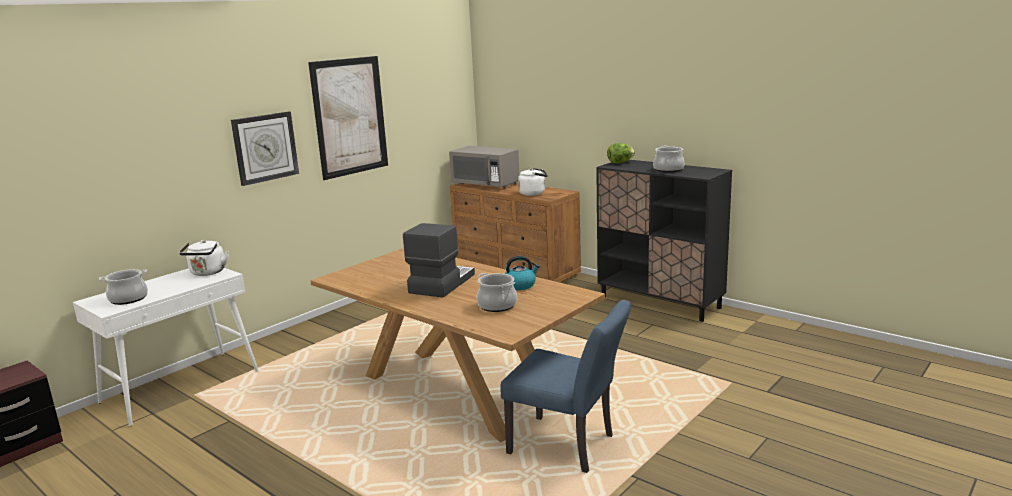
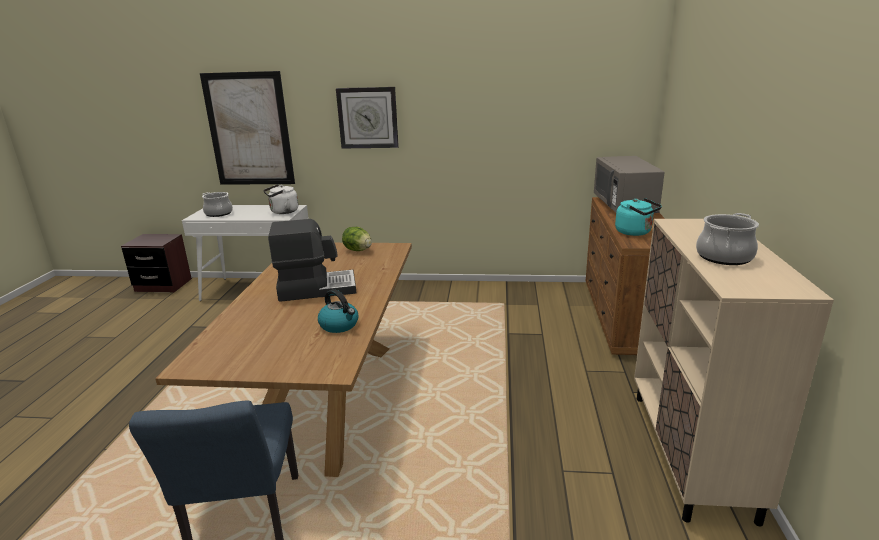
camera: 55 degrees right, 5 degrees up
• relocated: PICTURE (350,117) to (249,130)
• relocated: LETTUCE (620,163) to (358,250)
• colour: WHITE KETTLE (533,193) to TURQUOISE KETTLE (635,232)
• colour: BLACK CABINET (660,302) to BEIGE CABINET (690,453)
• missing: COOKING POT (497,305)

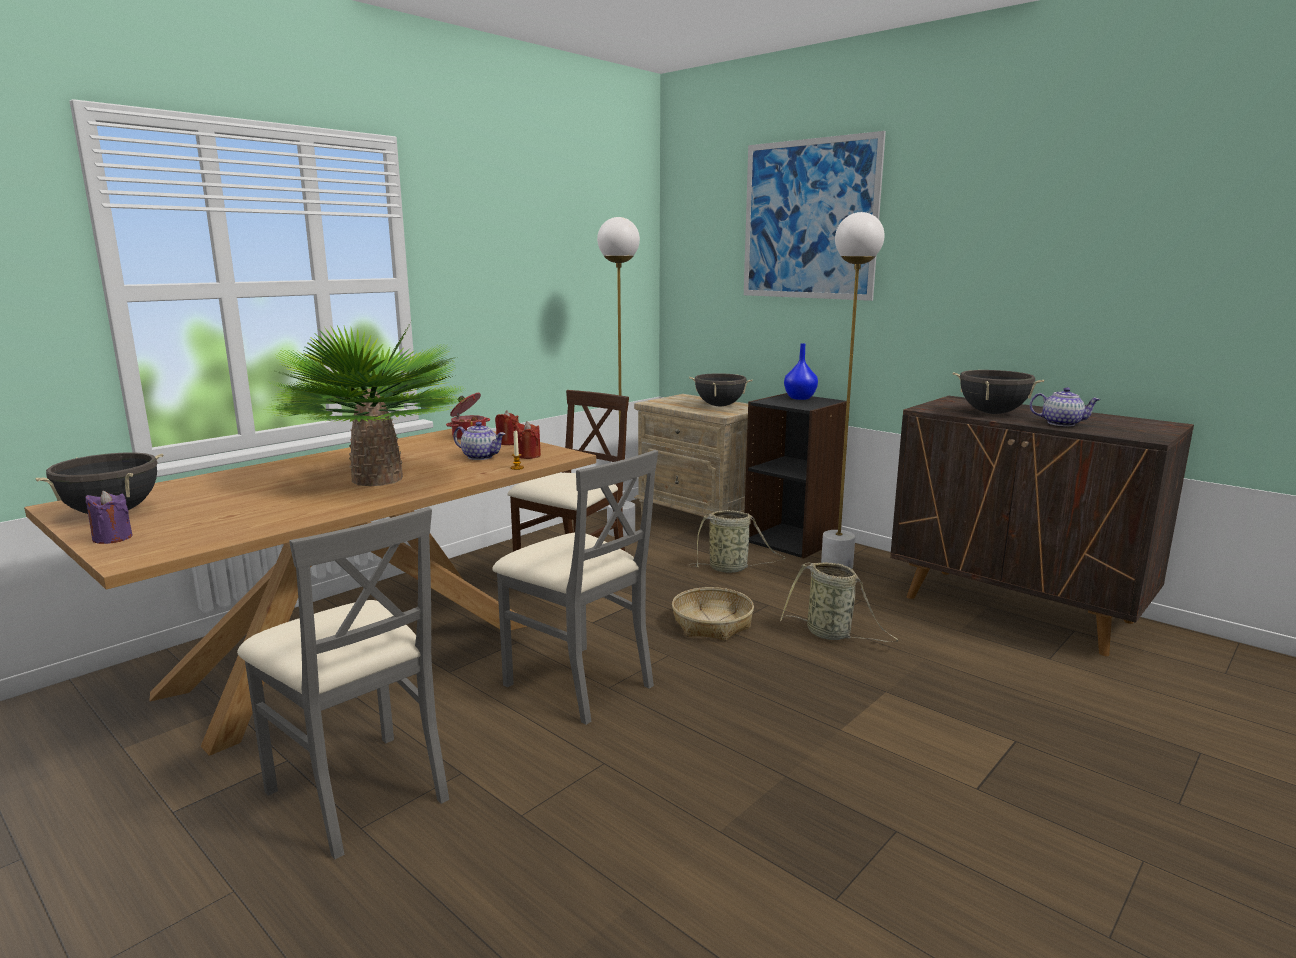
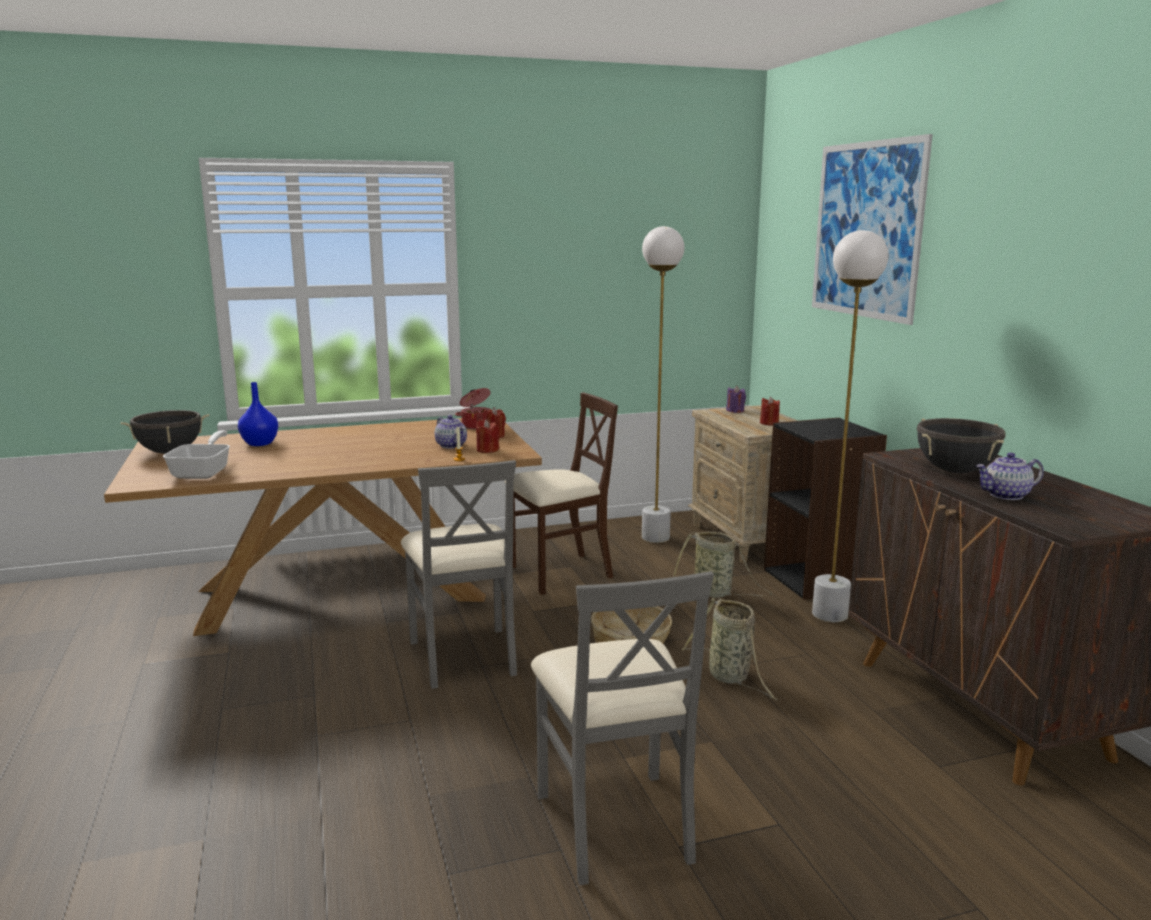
camera: 30 degrees right, 0 degrees up
• appeared: FRYING PAN (204,472)
• relocated: BLUE VASE (799,398) to (260,443)
• relocated: GREY CHAIR (358,792) to (615,823)
• relocated: PURPLE CANDLE (112,538) to (735,410)
• exchanged: BLACK COOKING POT (719,406) to RED CANDLE (769,423)
• spun: TEAPOT (1061,423) = (1006,495) 120 degrees clockwise
• missing: POTTED PLANT (377,479)

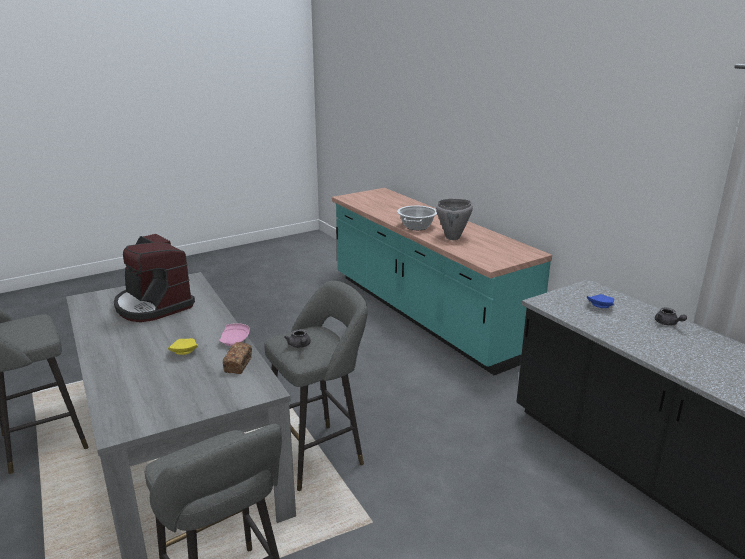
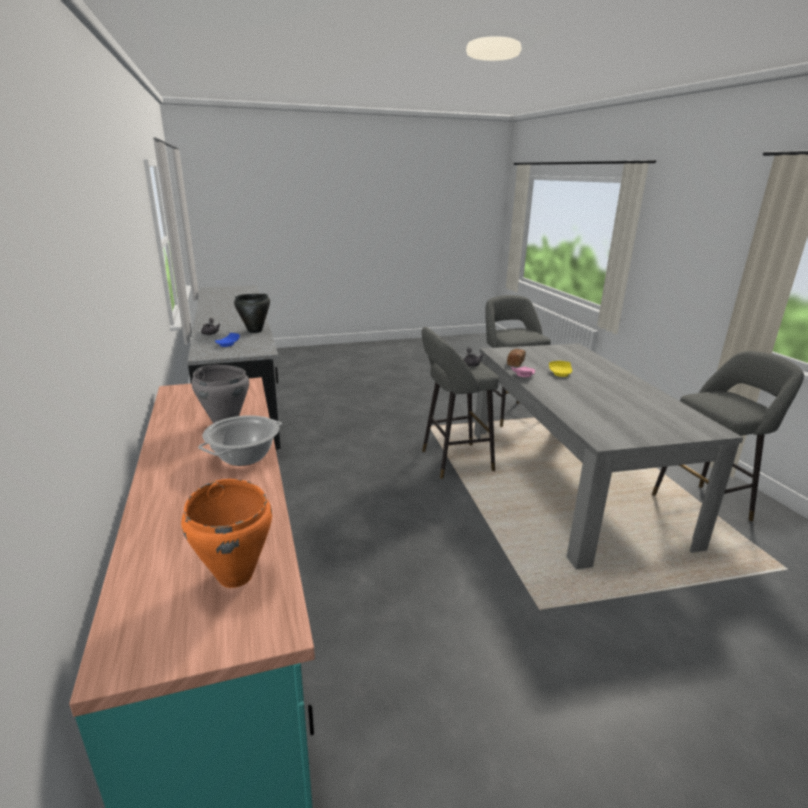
camera: 165 degrees left, 0 degrees up
• appeared: ORANGE COOKING POT (236,575)
• appeared: BLACK COOKING POT (255,331)
• missing: COFFEE MACHINE (153,305)

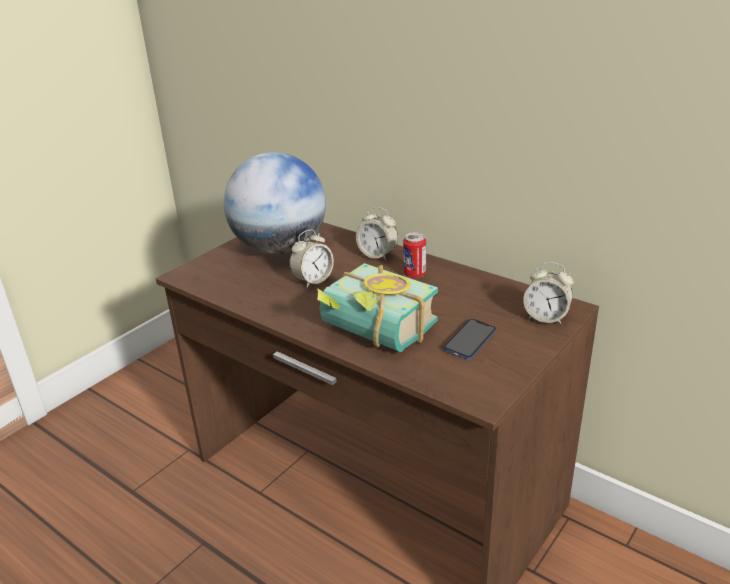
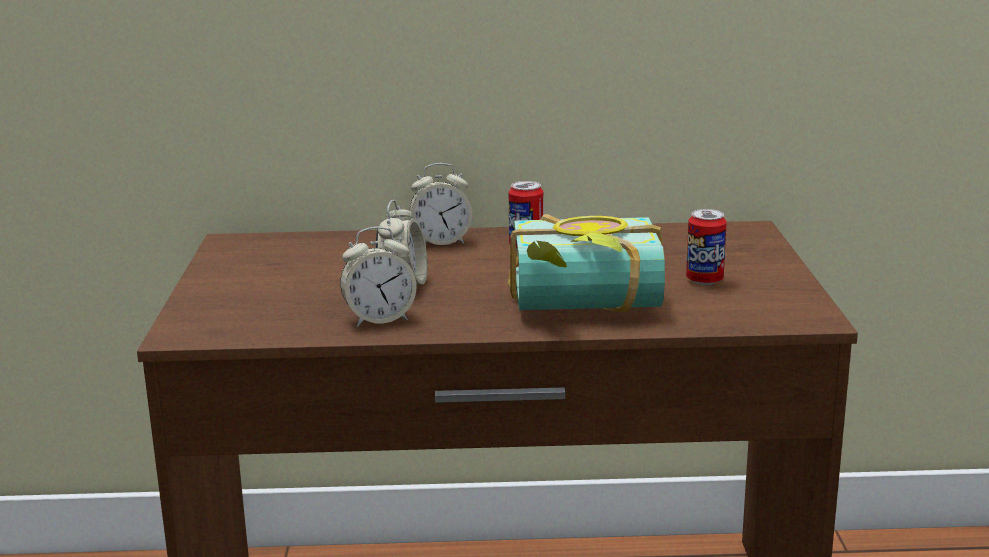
camera: 40 degrees left, 10 degrees down
• relocated: ALARM CLOCK (546,317) to (379,319)
• exchanged: PHONE (470,340) to CAN (704,280)
• missing: GLOBE (280,249)

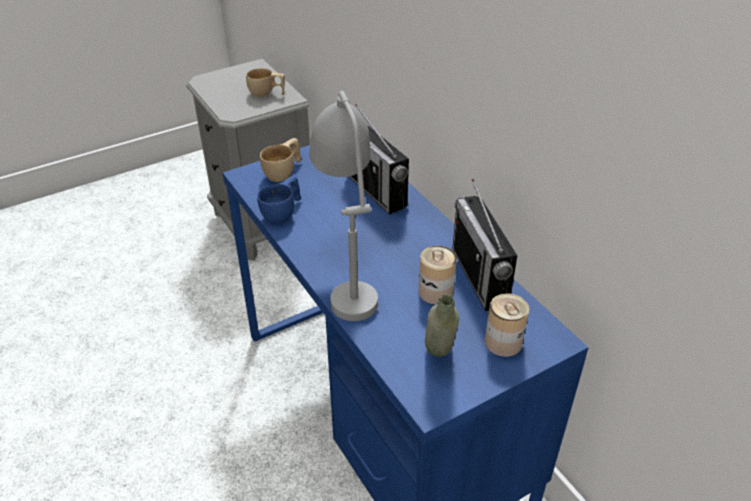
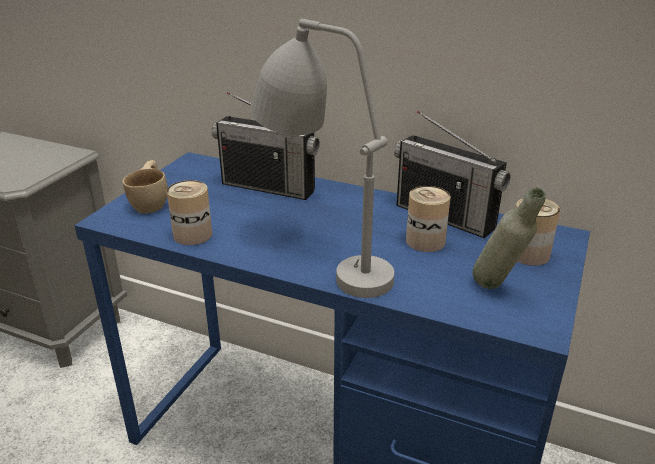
camera: 35 degrees left, 10 degrees down
• exchanged: BLUE CUP (283,212) to CAN (192,235)
• missing: BEIGE CUP (267,94)

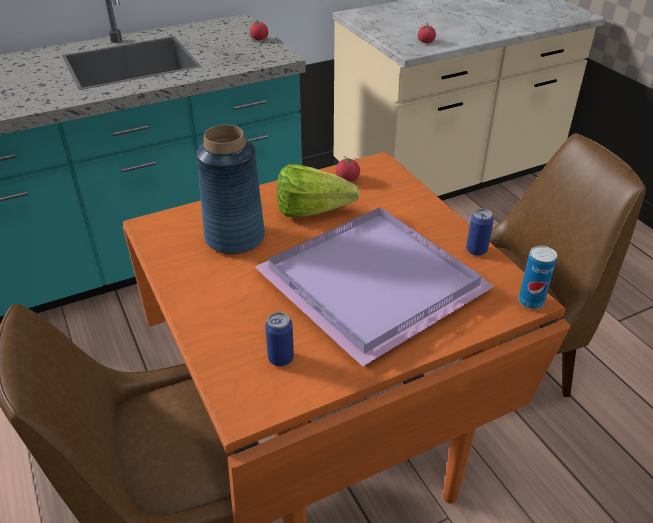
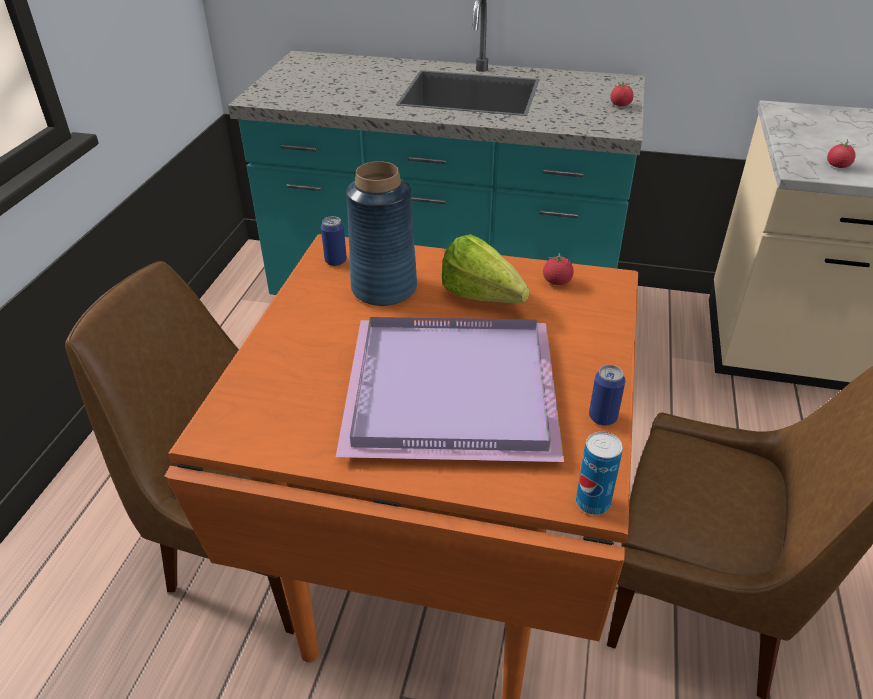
camera: 40 degrees right, 0 degrees up
• relocated: CAN (280,358) to (335,261)

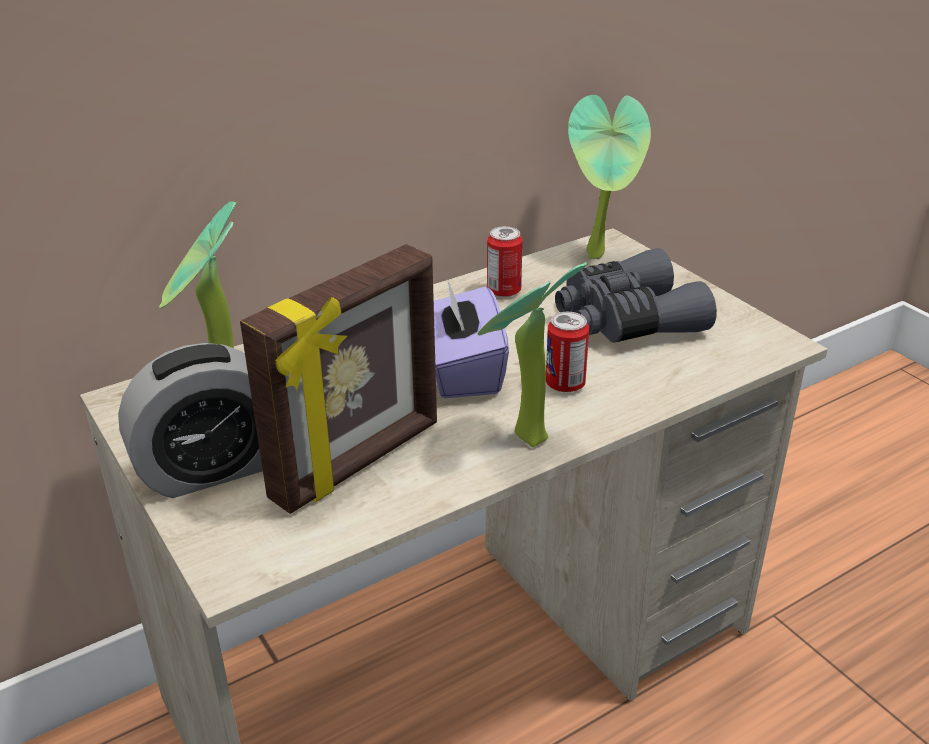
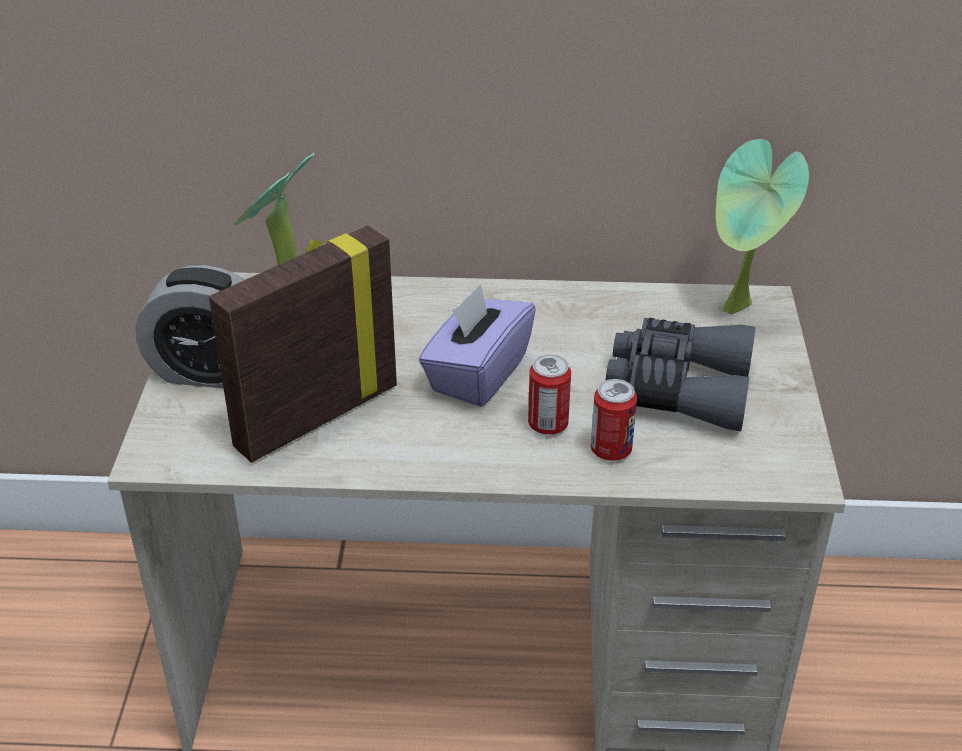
camera: 35 degrees right, 5 degrees up
• spun: PICTURE FRAME (358,462) = (315,415) 150 degrees clockwise
• relocated: CAN (504,291) to (611,450)
• missing: POTTED PLANT (522,439)

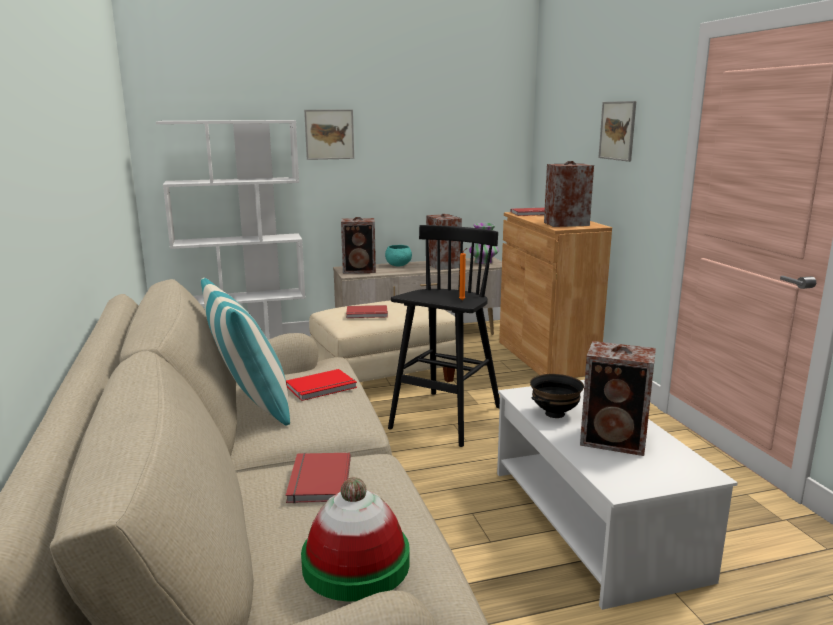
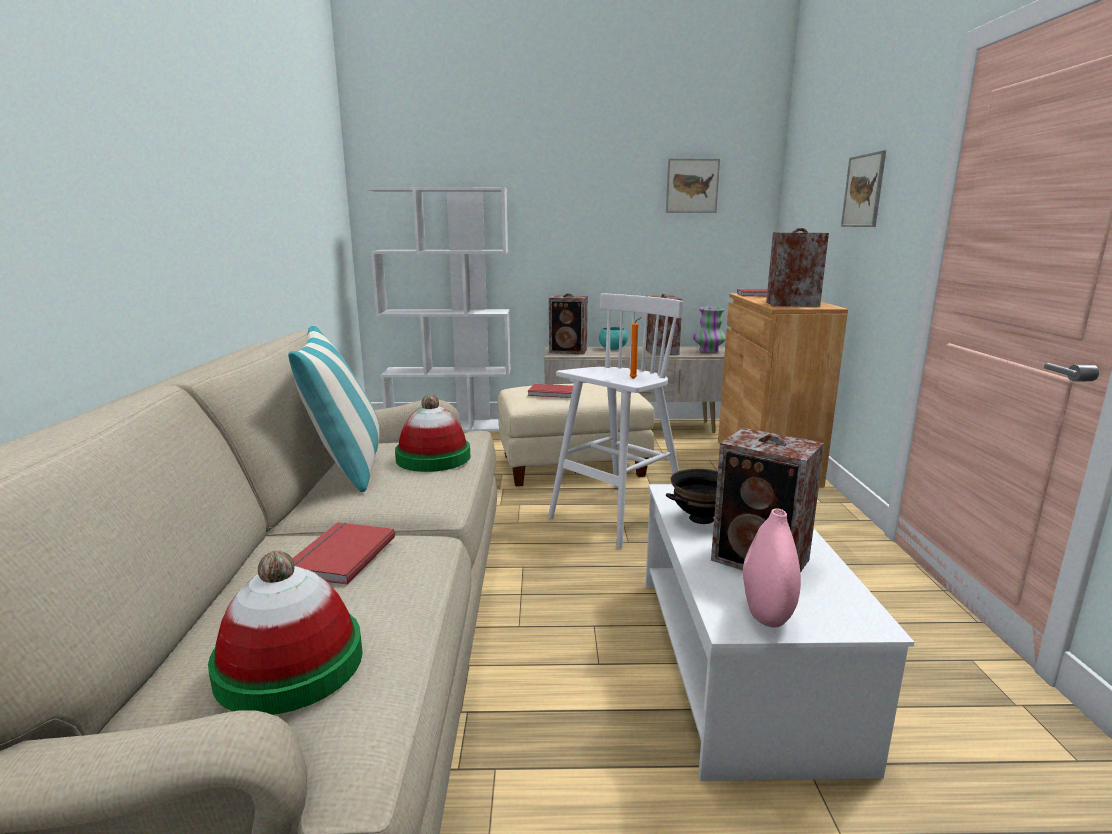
camera: 15 degrees right, 0 degrees up
• exchanged: RED BOOK (322,387) to HAT (433,458)
• colour: BLACK STOOL (445,419) to WHITE STOOL (616,515)
• relocated: PICTURE (329,134) to (692,186)
• appeared: PINK VASE (766,612)

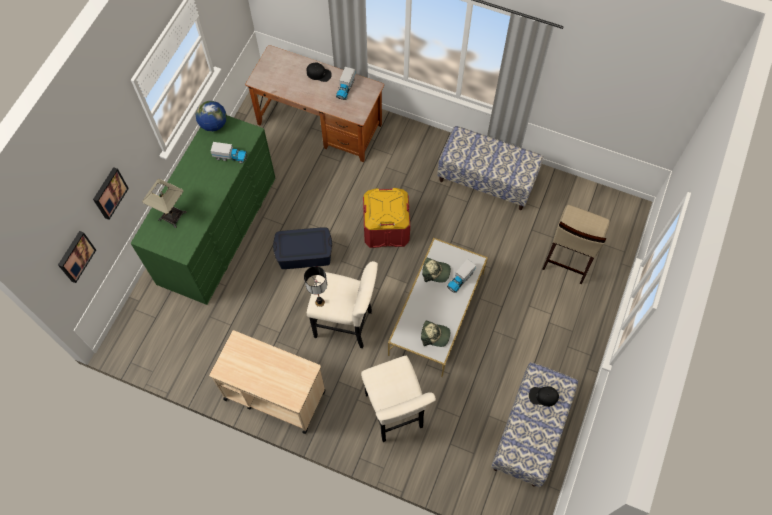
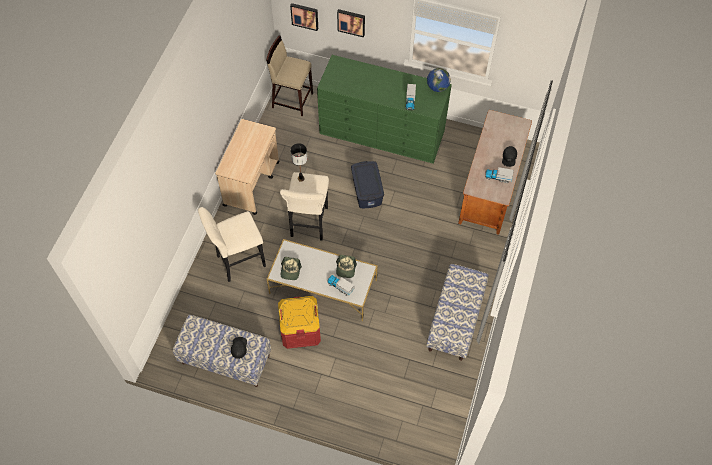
camera: 85 degrees right, 5 degrees down
• relocated: BEIGE STOOL (567,258) to (292,100)
• relocated: RED STORAGE BOX (386,228) to (300,330)
• missing: TABLE LAMP (172,216)

